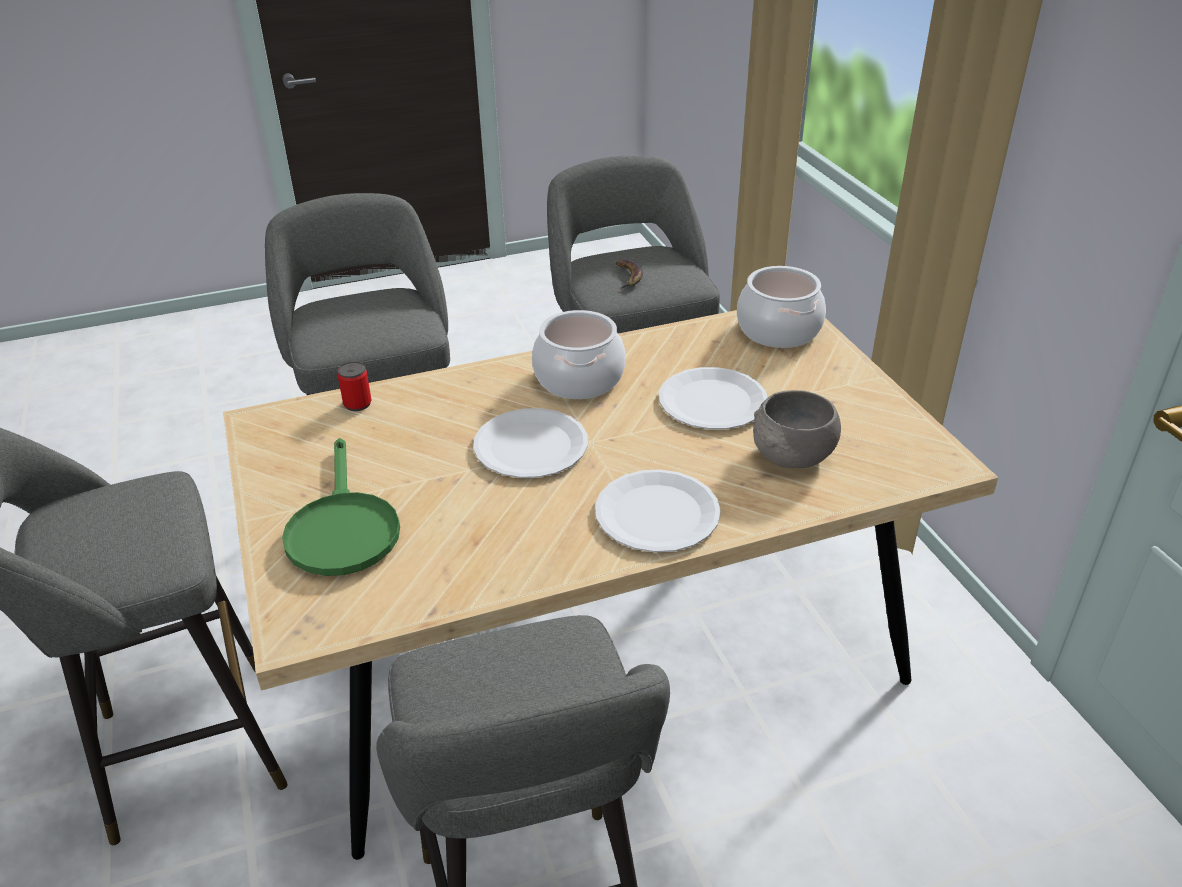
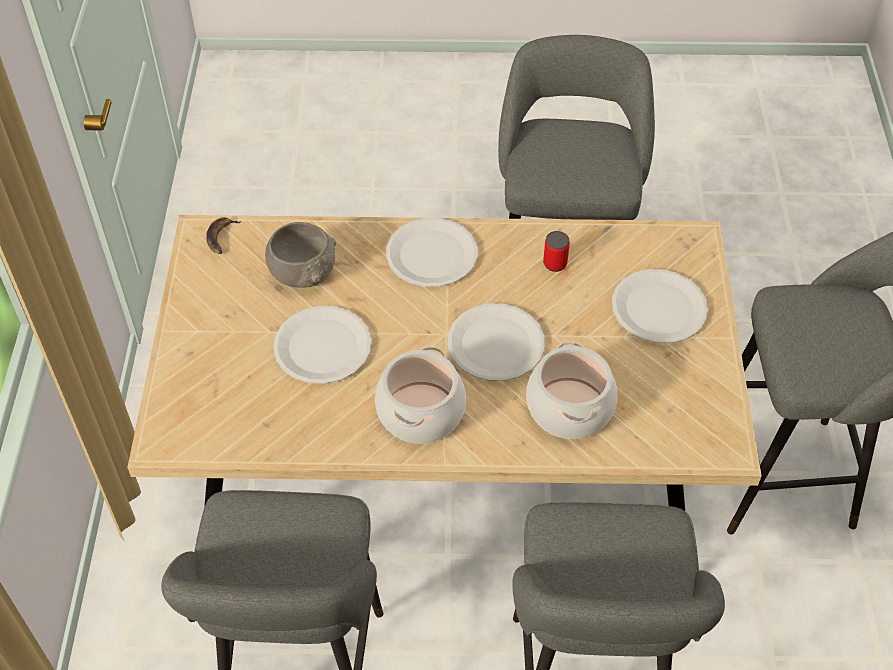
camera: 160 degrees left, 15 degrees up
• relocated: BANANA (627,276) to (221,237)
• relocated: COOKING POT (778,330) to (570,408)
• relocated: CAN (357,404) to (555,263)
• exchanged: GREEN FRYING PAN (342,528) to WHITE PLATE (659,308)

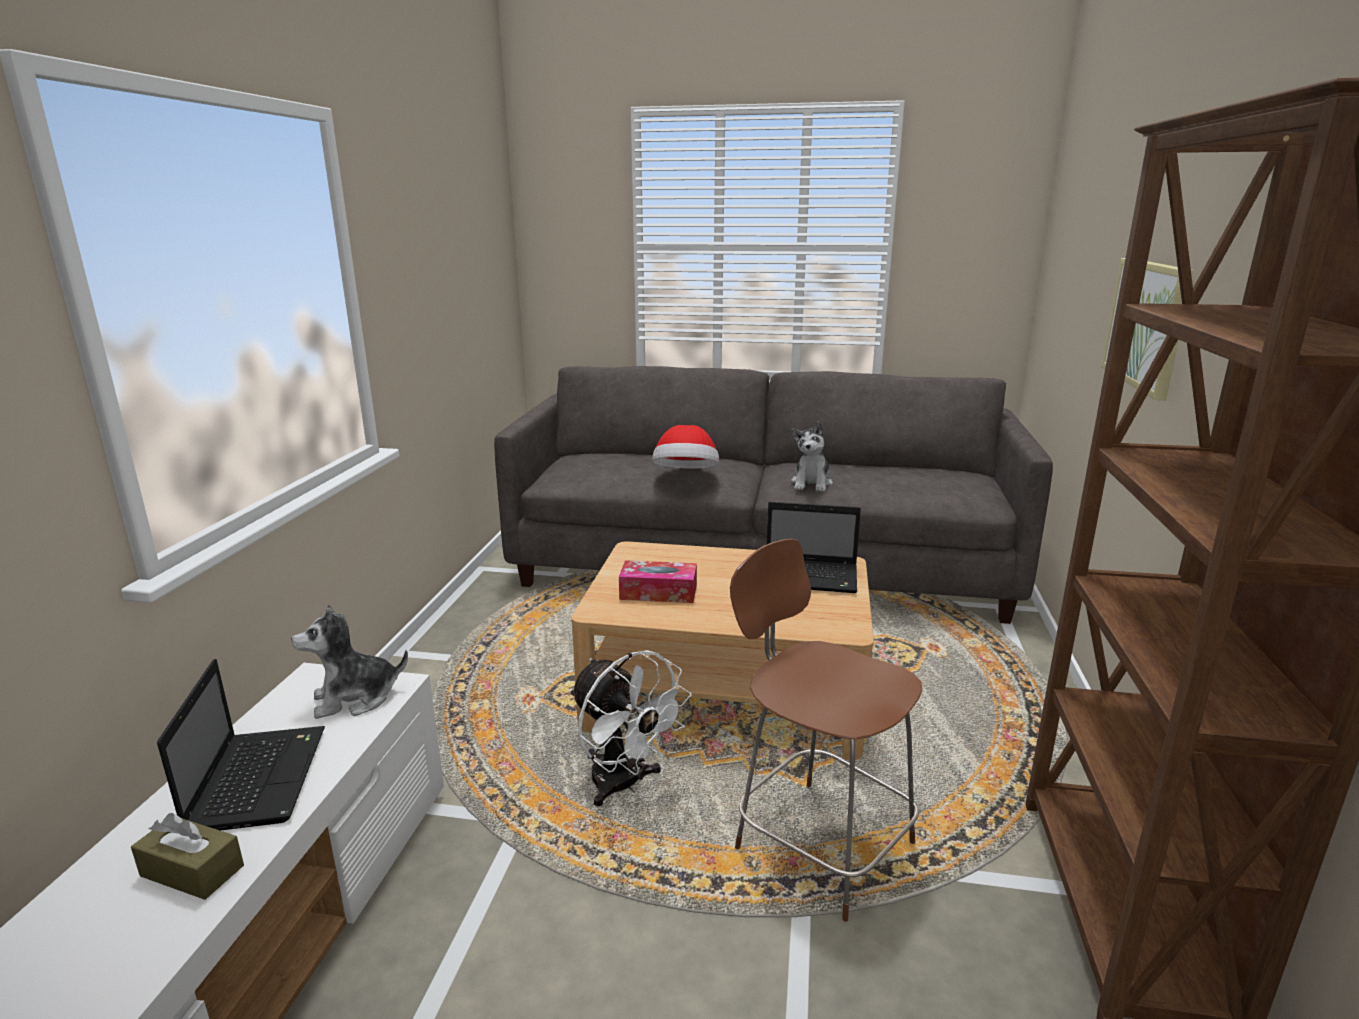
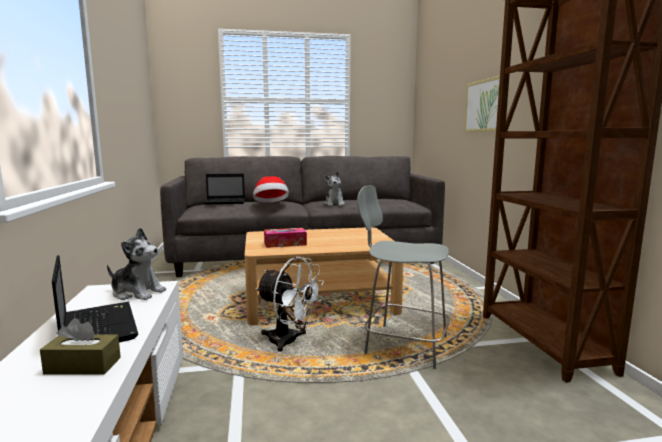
camera: 20 degrees left, 10 degrees down
• spun: PLUSH TOY (355,698) = (137,293) 120 degrees counterclockwise
• relocated: LAPTOP (811,577) to (226,202)
• colour: BROWN STOOL (819,842) to GREY STOOL (403,345)

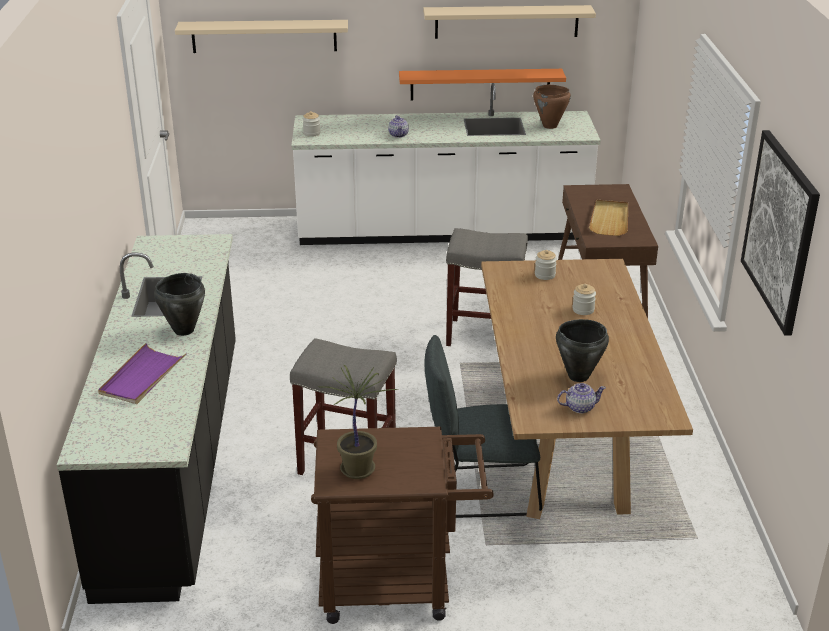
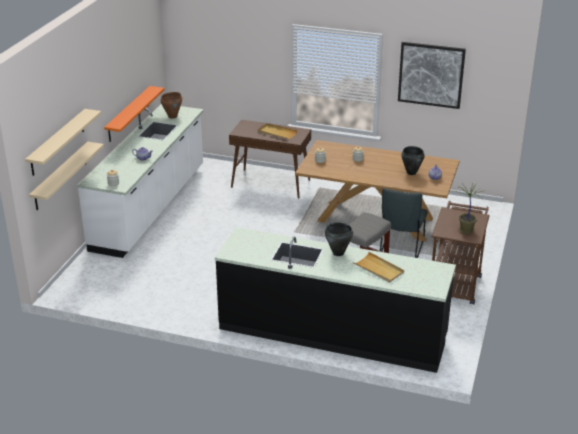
camera: 70 degrees left, 0 degrees up
• relocated: BEIGE SHELF (506,21) to (60,176)
• colour: PURPLE TRAY (142,377) to BEIGE TRAY (378,269)
• missing: GREY STOOL (483,335)

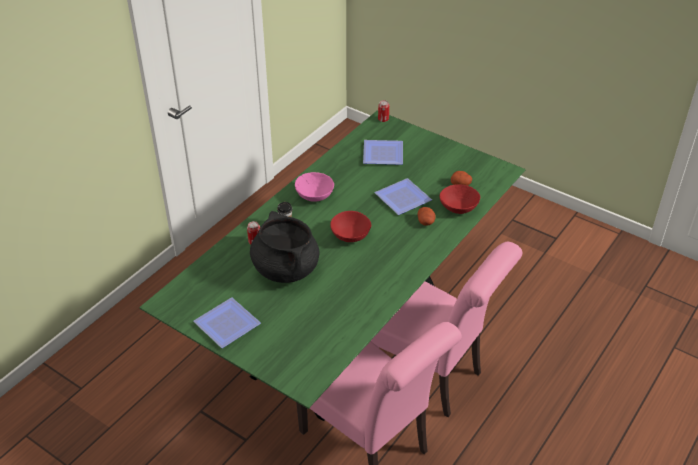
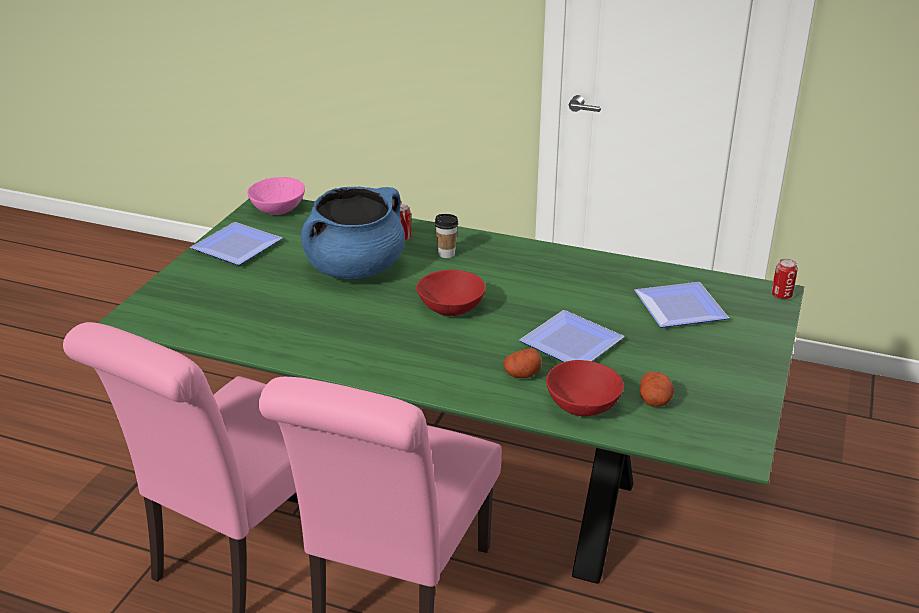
camera: 75 degrees right, 10 degrees down
• relocated: PINK BOWL (314,195) to (279,208)
• colour: BLACK COOKING POT (285,269) to BLUE COOKING POT (355,268)

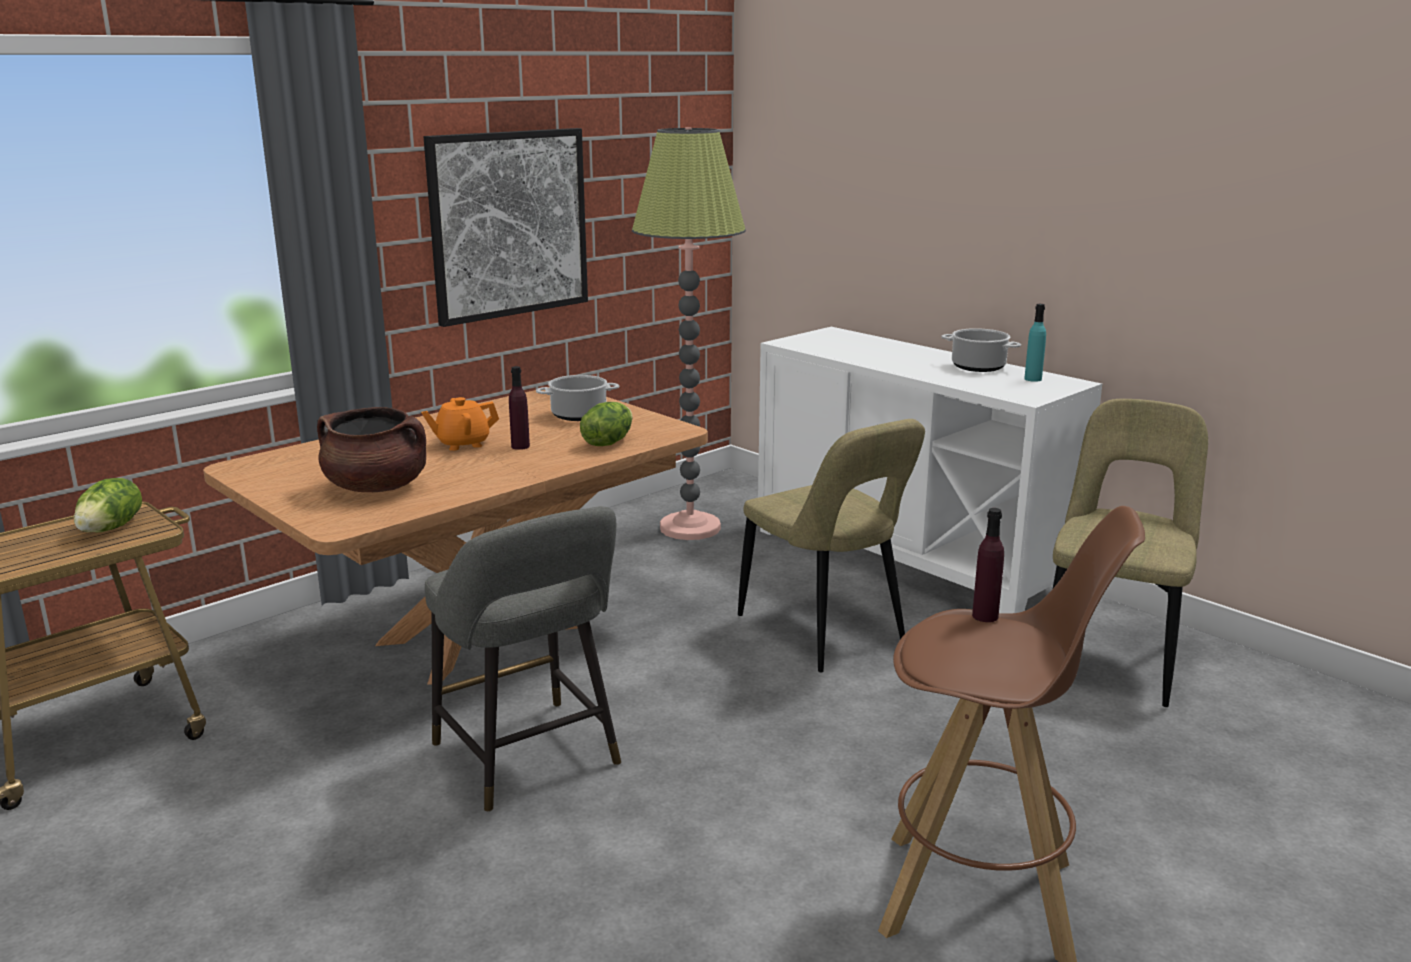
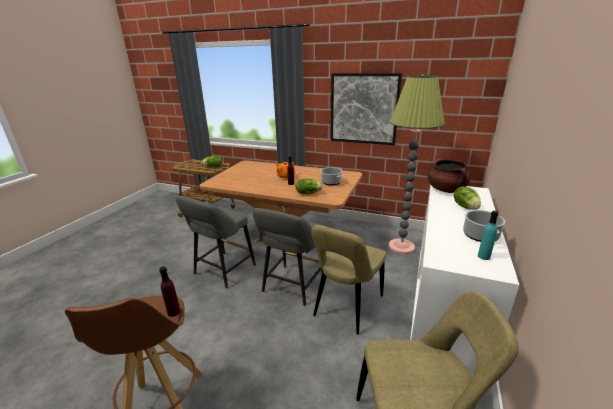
camera: 65 degrees right, 5 degrees up
• appeared: GREY STOOL (292,286)
• relocated: BROWN COOKING POT (377,487) to (446,190)
• appeared: LETTUCE (465,207)

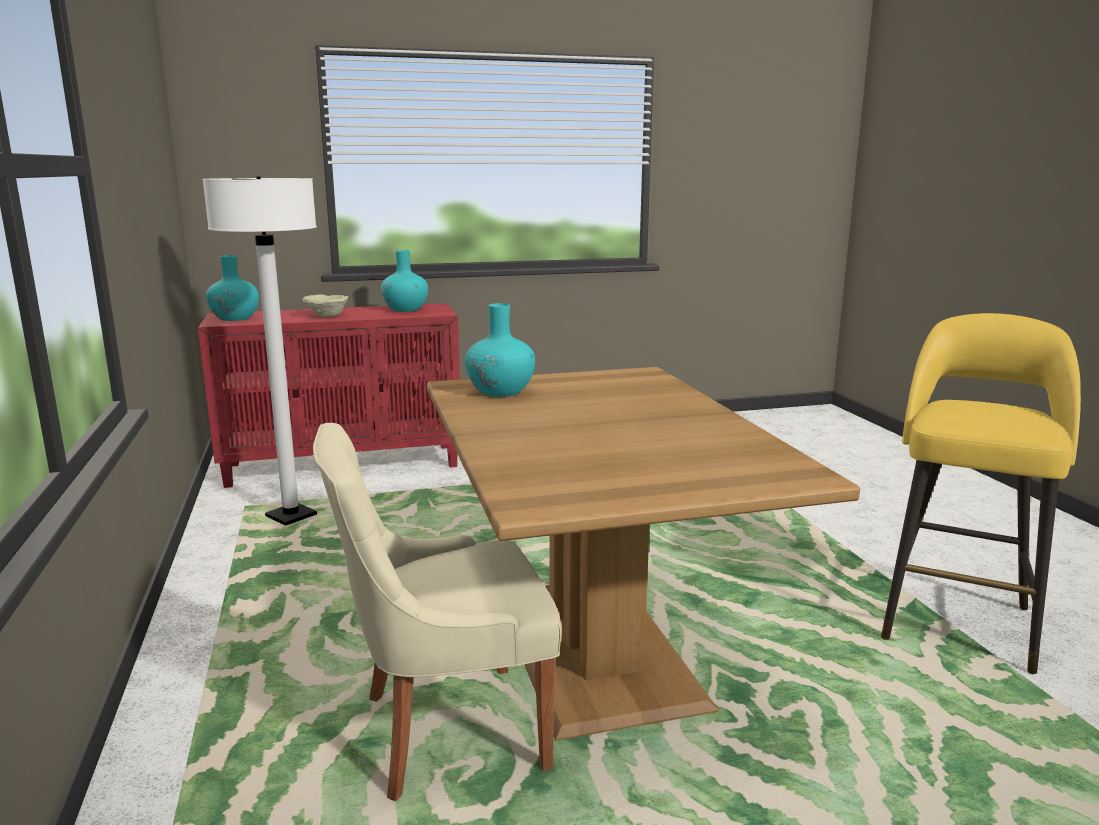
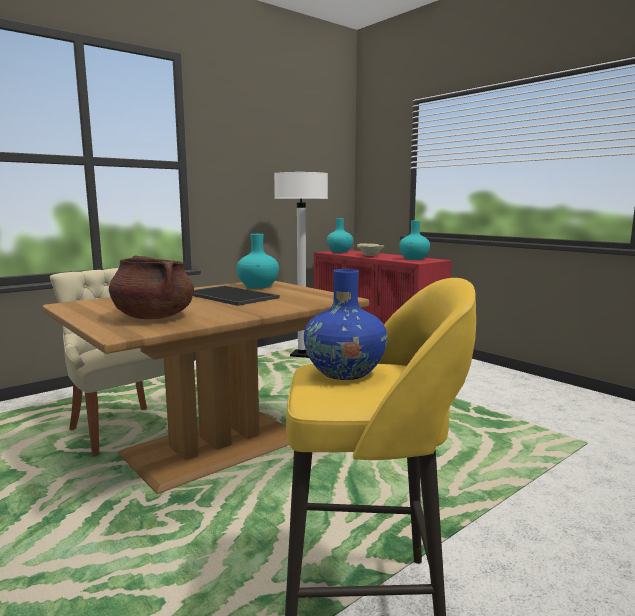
camera: 65 degrees right, 5 degrees down
• appeared: BROWN COOKING POT (153,317)
• appeared: TRAY (232,296)
• appeared: BLUE VASE (345,372)

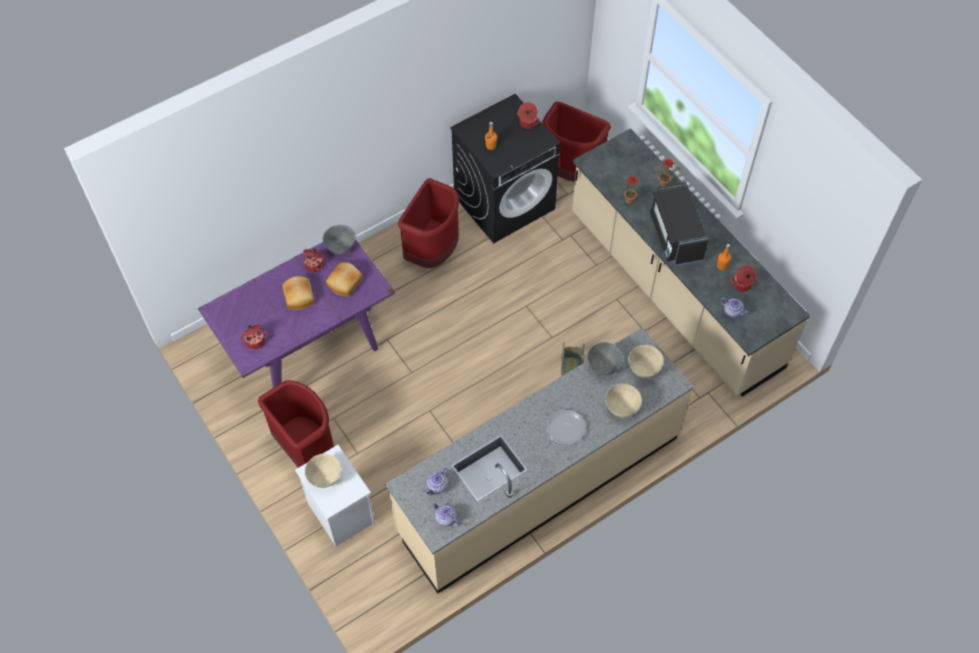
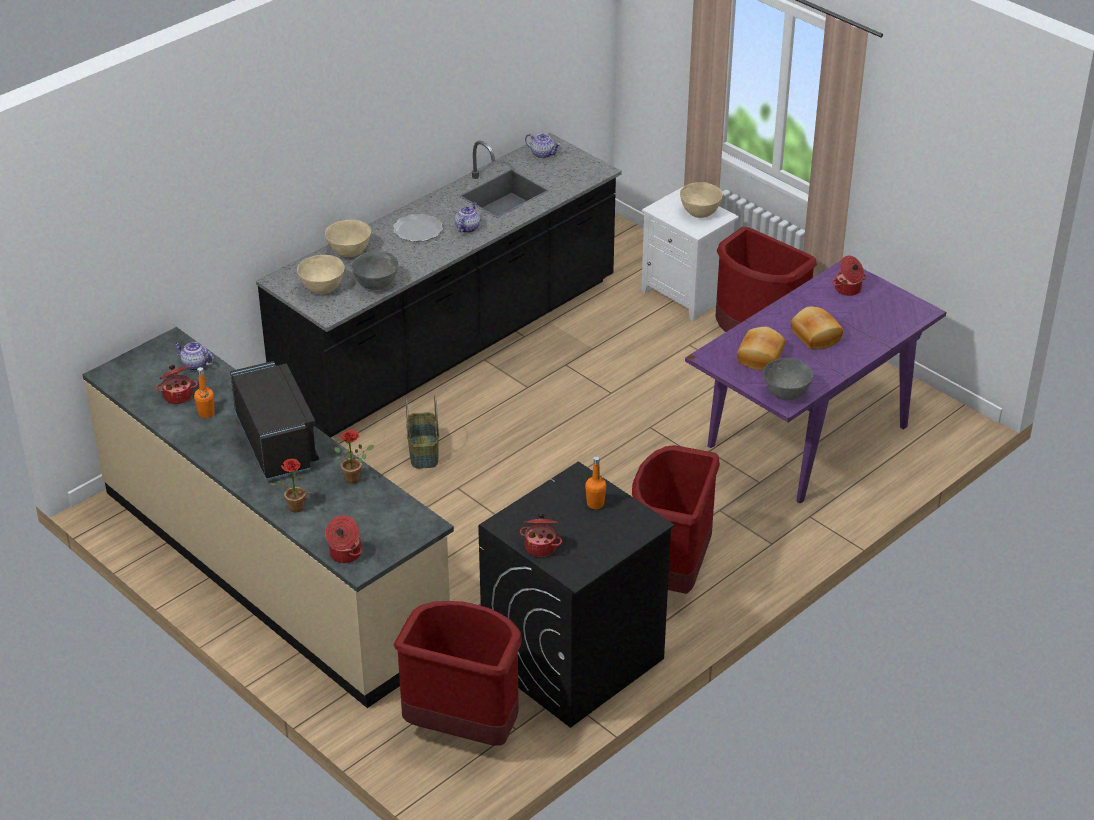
camera: 170 degrees right, 20 degrees down
• colour: BEIGE COUNTER (538,483) to BLACK COUNTER (450,343)
• relocated: COOKING POT (315,264) to (344,554)
• relocated: TEAPOT (437,486) to (467,228)

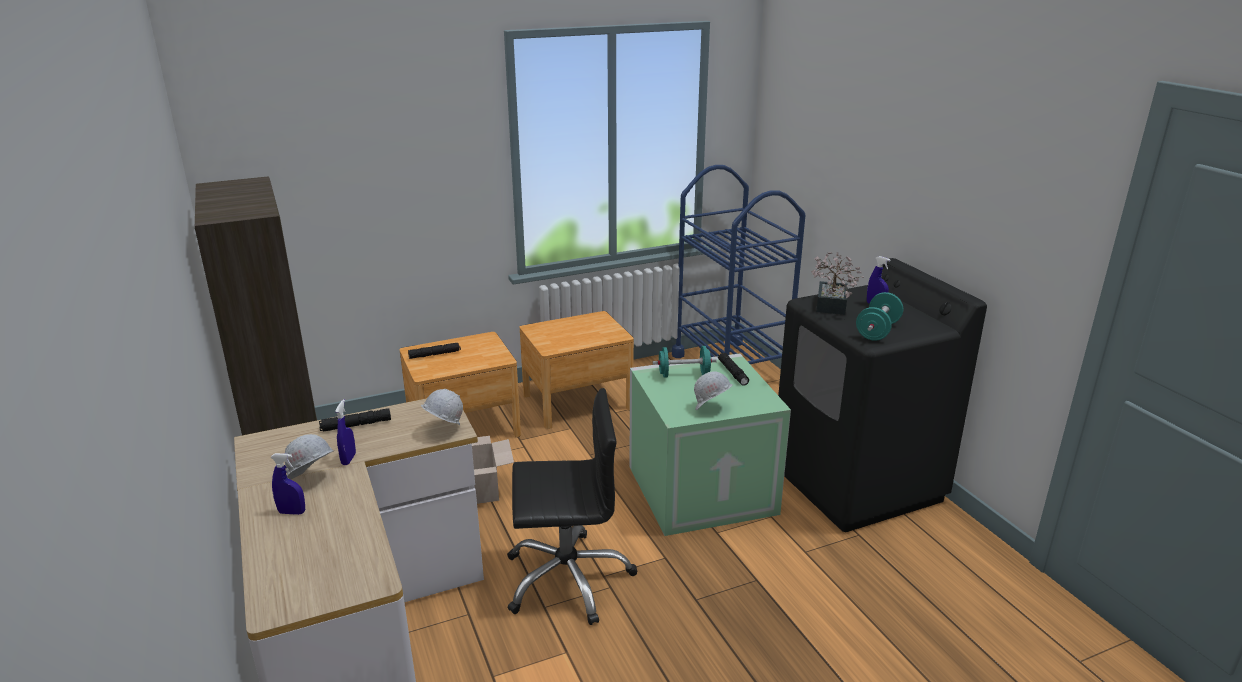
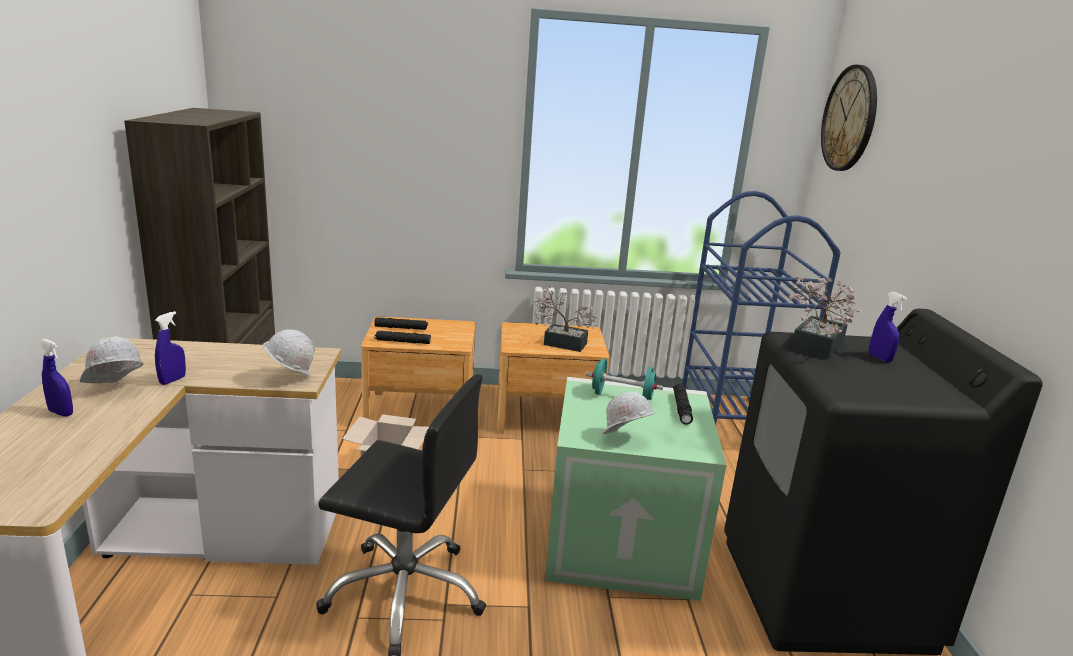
camera: 20 degrees right, 5 degrees down
• relocated: BLACK FLASHLIGHT (356,425) to (402,342)
• appeared: POTTED PLANT (560,343)
• appeared: WALL CLOCK (849,119)
• missing: TURQUOISE DUMBBELL (877,331)

